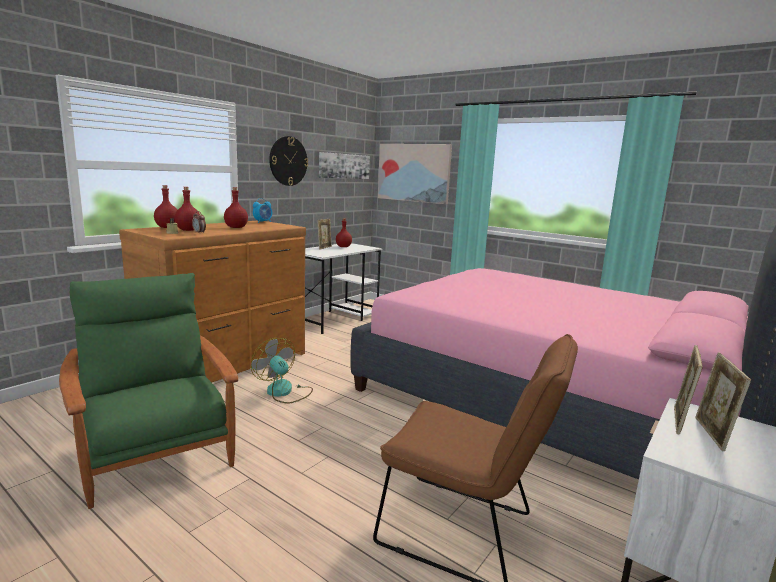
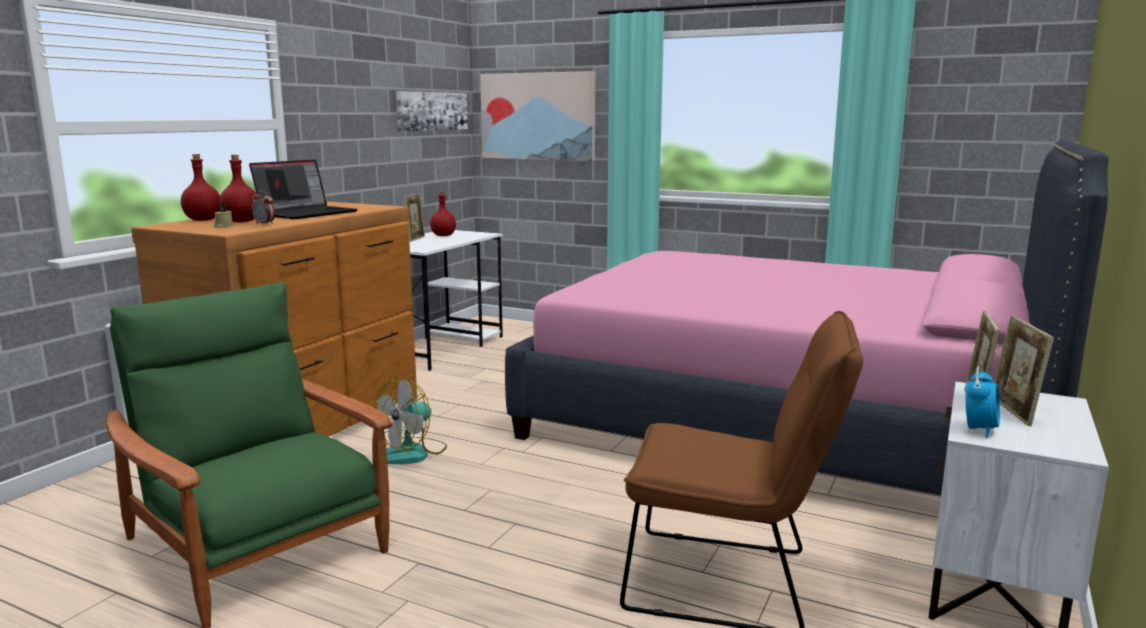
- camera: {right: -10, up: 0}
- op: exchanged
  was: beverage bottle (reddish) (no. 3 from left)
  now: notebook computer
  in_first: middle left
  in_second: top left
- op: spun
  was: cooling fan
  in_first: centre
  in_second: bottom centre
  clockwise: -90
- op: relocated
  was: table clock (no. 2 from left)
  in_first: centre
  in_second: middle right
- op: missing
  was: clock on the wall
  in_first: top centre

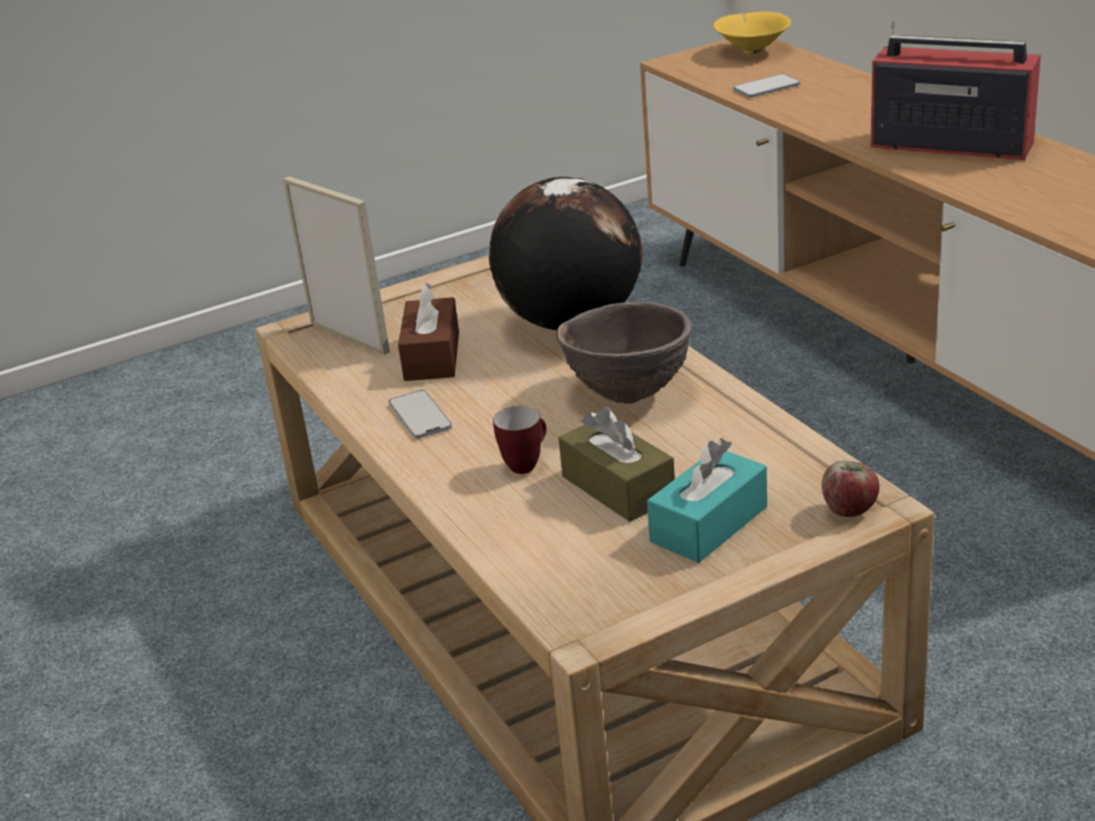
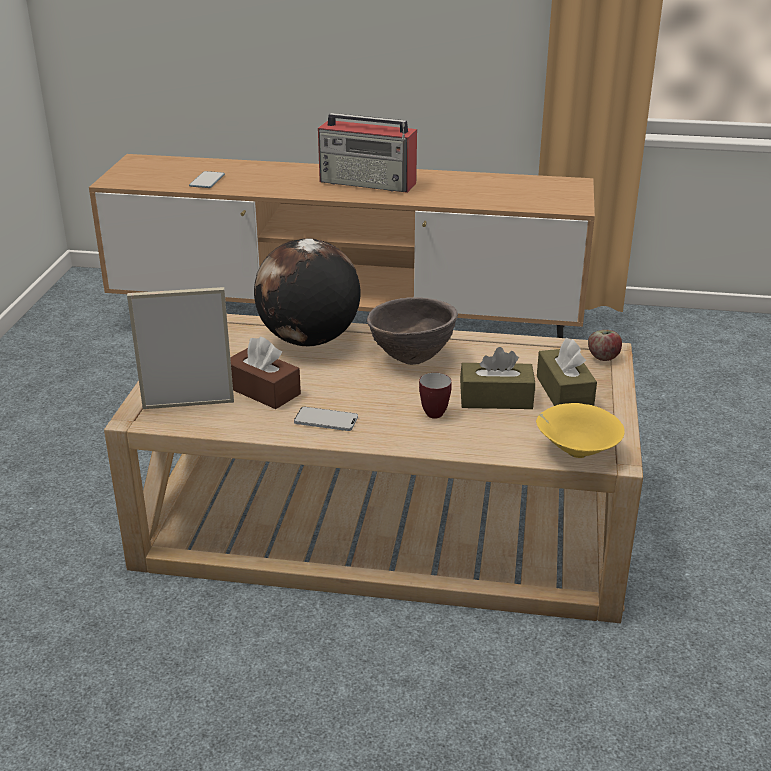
- camera: {right: -55, up: 0}
- op: colour
  was: tissue box (turquoise)
  now: tissue box (brown-coloured) (no. 3 from left)
  in_first: centre
  in_second: middle right
- op: relocated
  was: serving bowl (yellow-coloured)
  in_first: top right
  in_second: middle right
- op: spun
  was: radio receiver
  in_first: top right
  in_second: top centre
  clockwise: -135

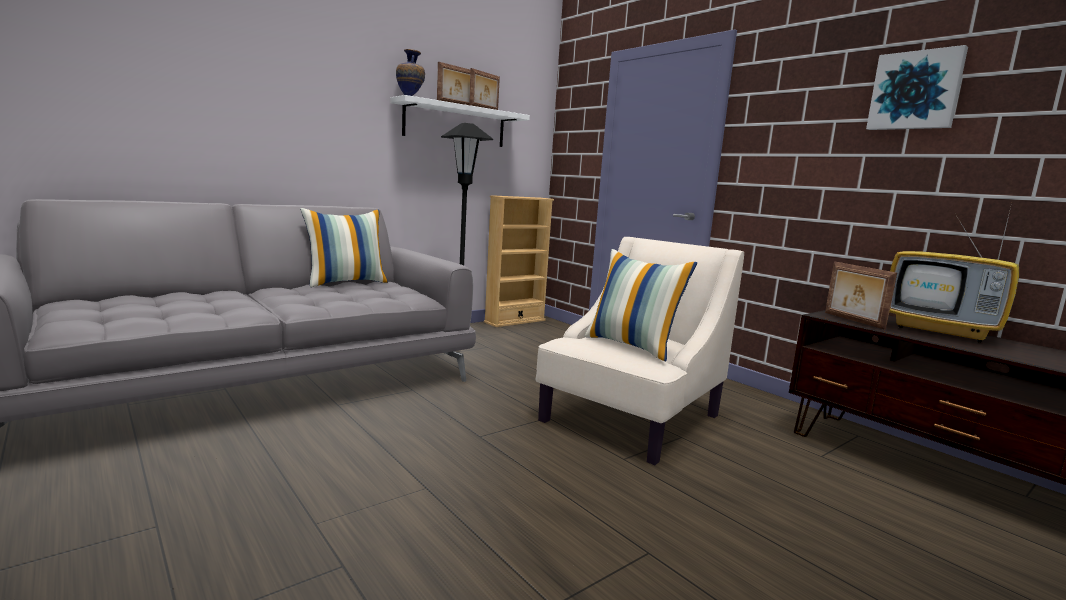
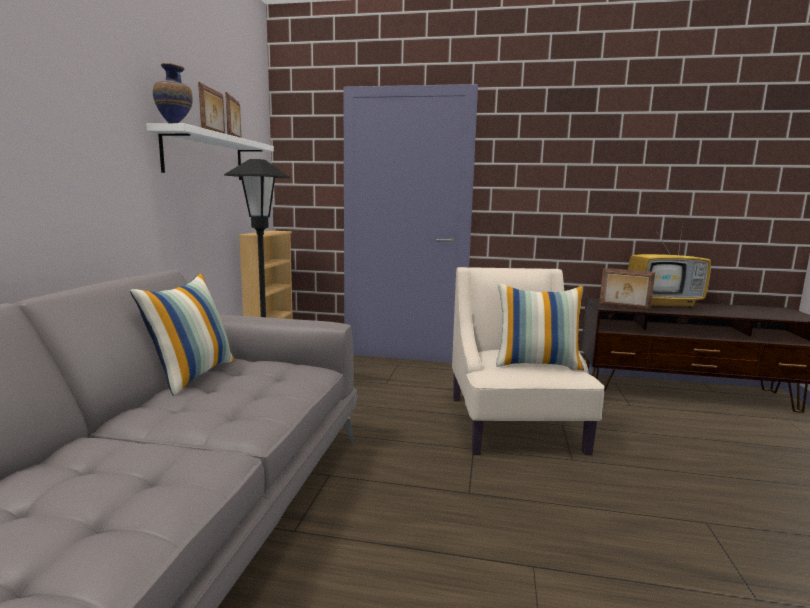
- camera: {right: -40, up: 0}
- op: missing
  was: wall picture
  in_first: top right

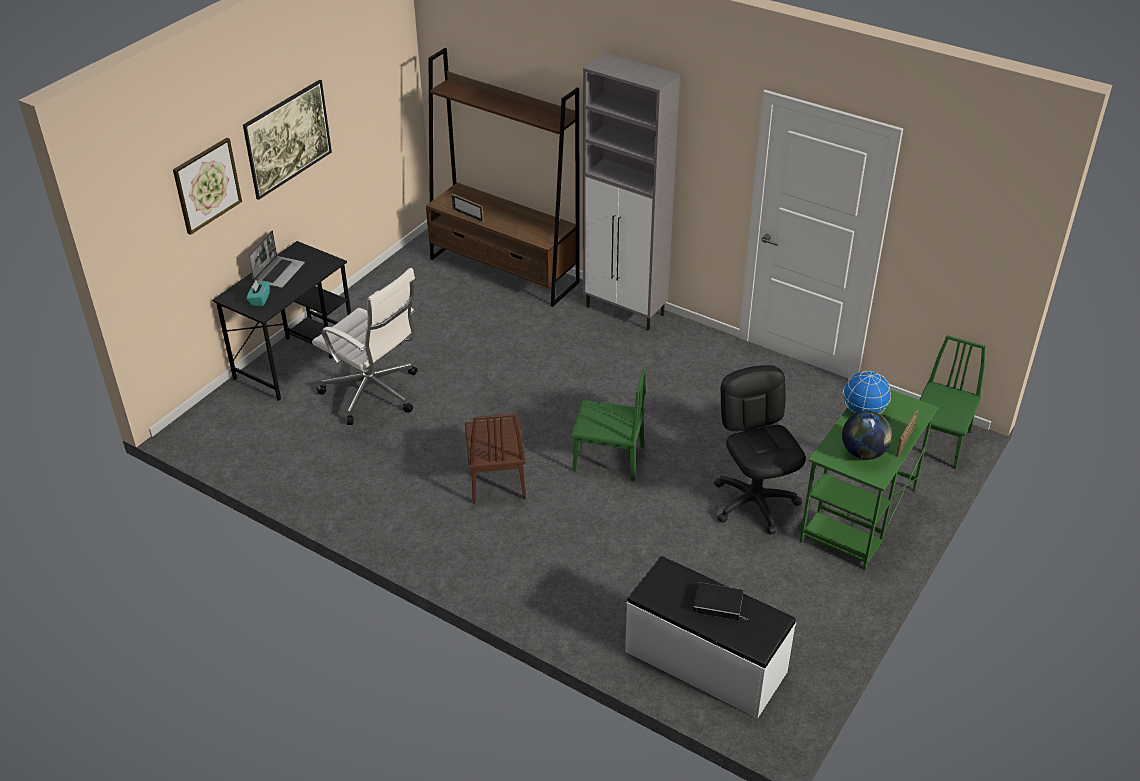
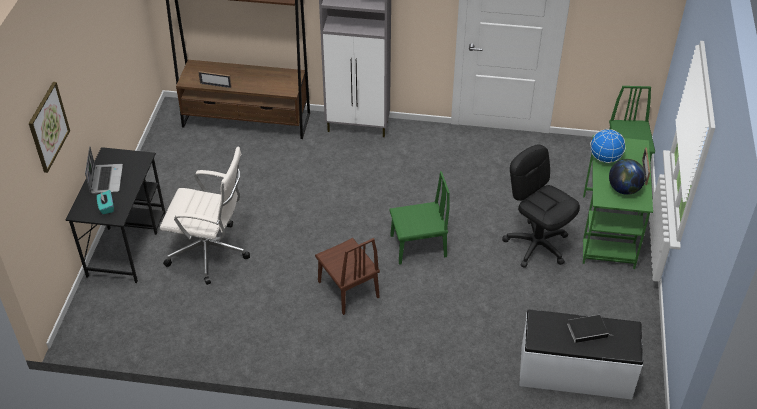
- camera: {right: -25, up: 5}
- op: missing
  was: wall picture (no. 2 from left)
  in_first: top left

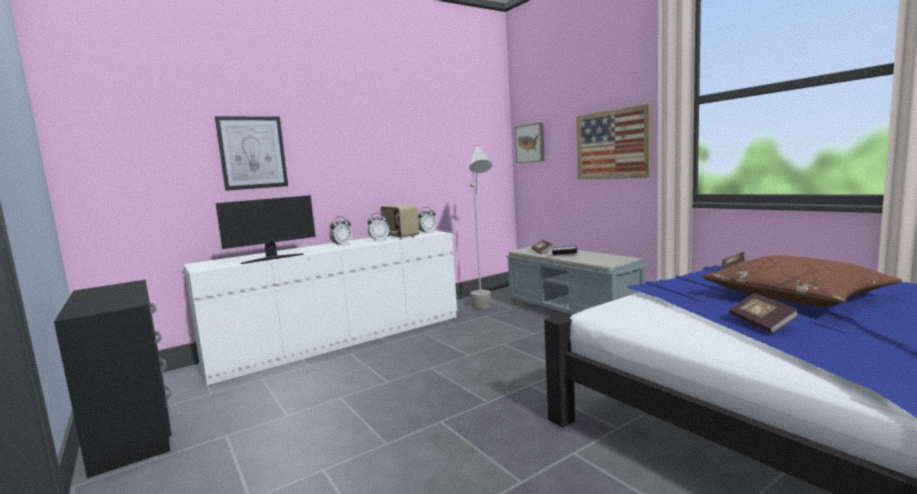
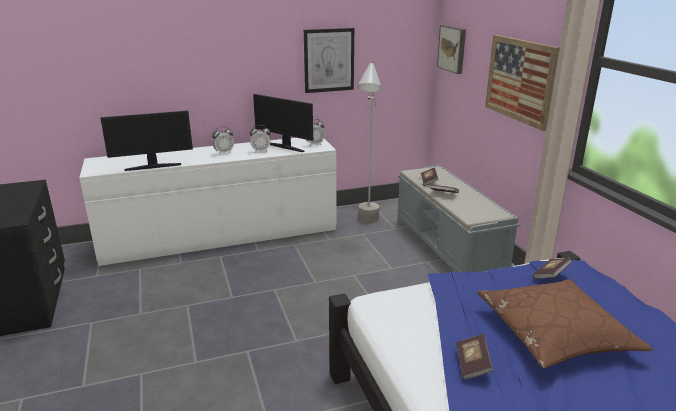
- camera: {right: 15, up: 15}
- op: relocated
  was: wall picture (no. 1 from left)
  in_first: top left
  in_second: top centre
- op: exchanged
  was: radio receiver
  now: computer display (no. 2 from left)
  in_first: centre
  in_second: top centre

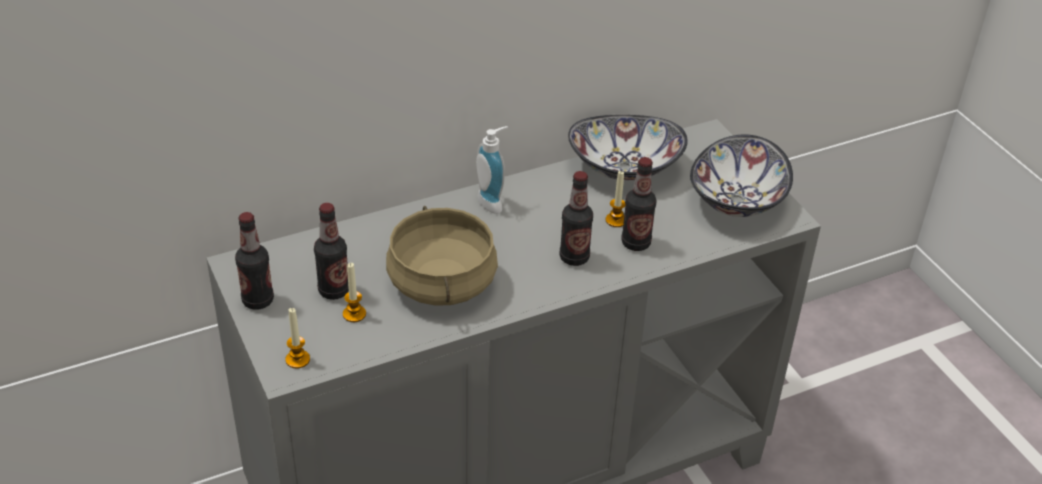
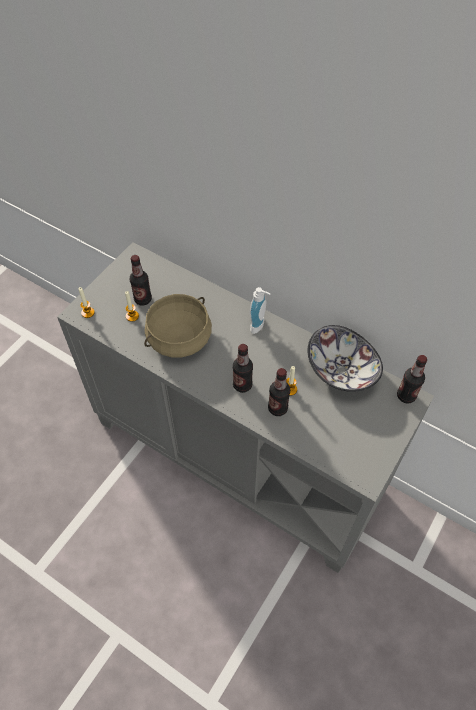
- camera: {right: 60, up: 15}
- op: relocated
  was: beverage bottle (no. 1 from left in the first image)
  now: beverage bottle (no. 4 from left)
  in_first: middle left
  in_second: middle right
- op: missing
  was: serving bowl (no. 2 from left)
  in_first: middle right

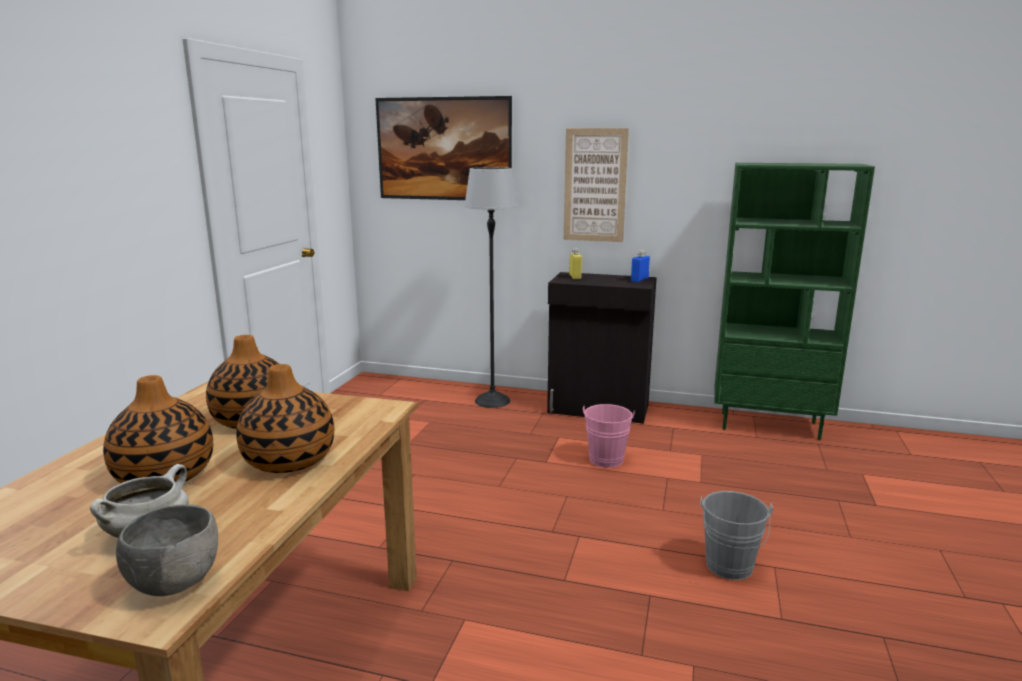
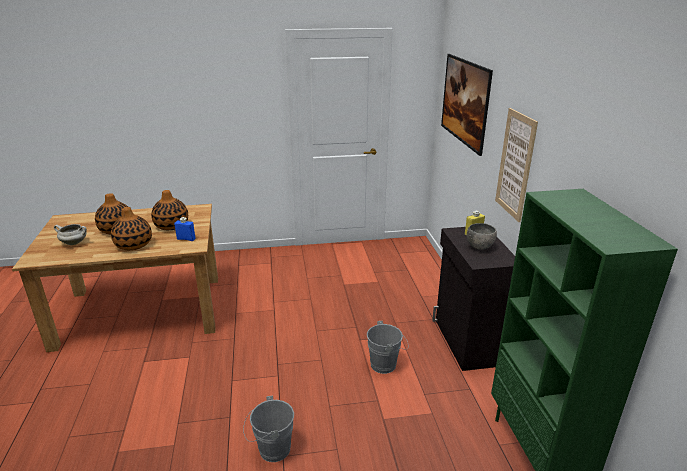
- camera: {right: 65, up: 10}
- op: relocated
  was: serving bowl (greyish)
  in_first: bottom left
  in_second: middle right
- op: missing
  was: standard lamp
  in_first: centre
- op: colour
  was: bucket (pink)
  now: bucket (greyish) (no. 2 from left)
  in_first: centre
  in_second: bottom centre
- op: relocated
  was: beverage bottle (blue-coloured)
  in_first: centre
  in_second: middle left

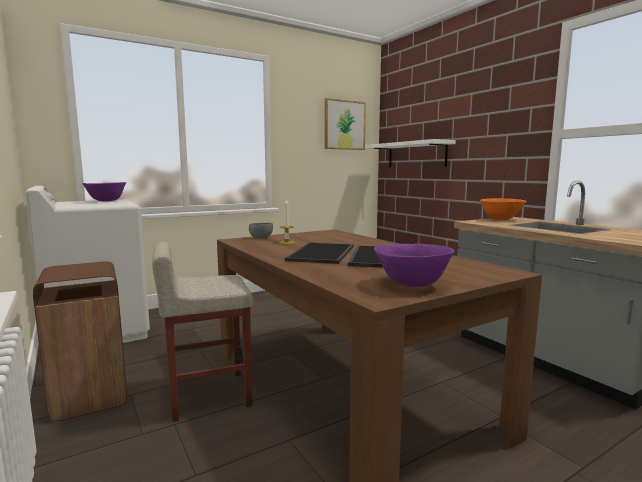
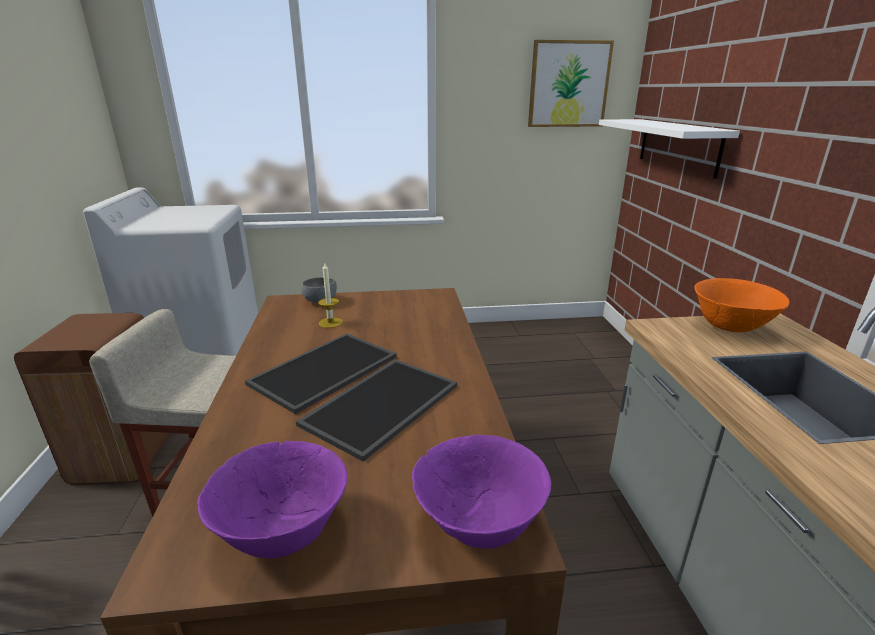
- camera: {right: 25, up: 15}
- op: relocated
  was: serving bowl (purplish) (no. 1 from left in the first image)
  now: serving bowl (purplish) (no. 2 from left)
  in_first: middle left
  in_second: bottom centre

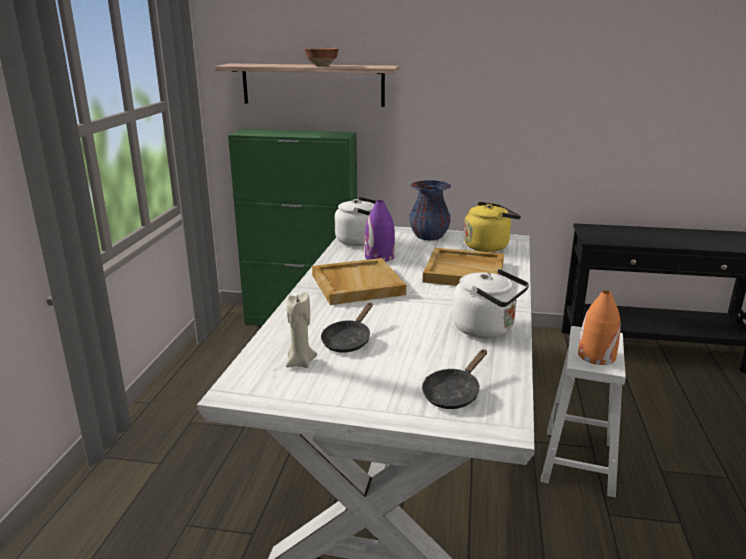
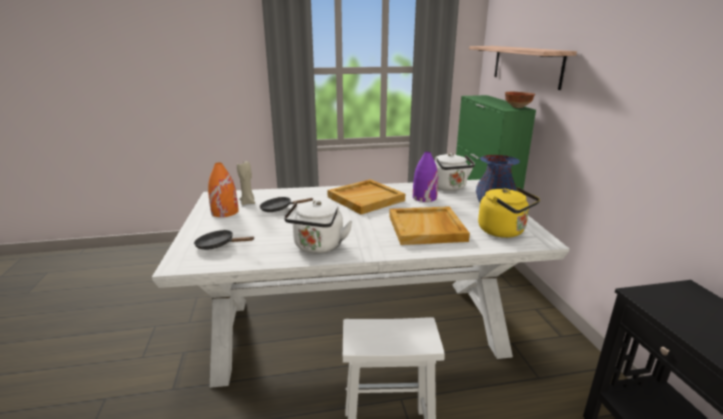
- camera: {right: 70, up: 0}
- op: relocated
  was: serving bowl
  in_first: top centre
  in_second: top right
- op: relocated
  was: flower vase (orange)
  in_first: middle right
  in_second: middle left

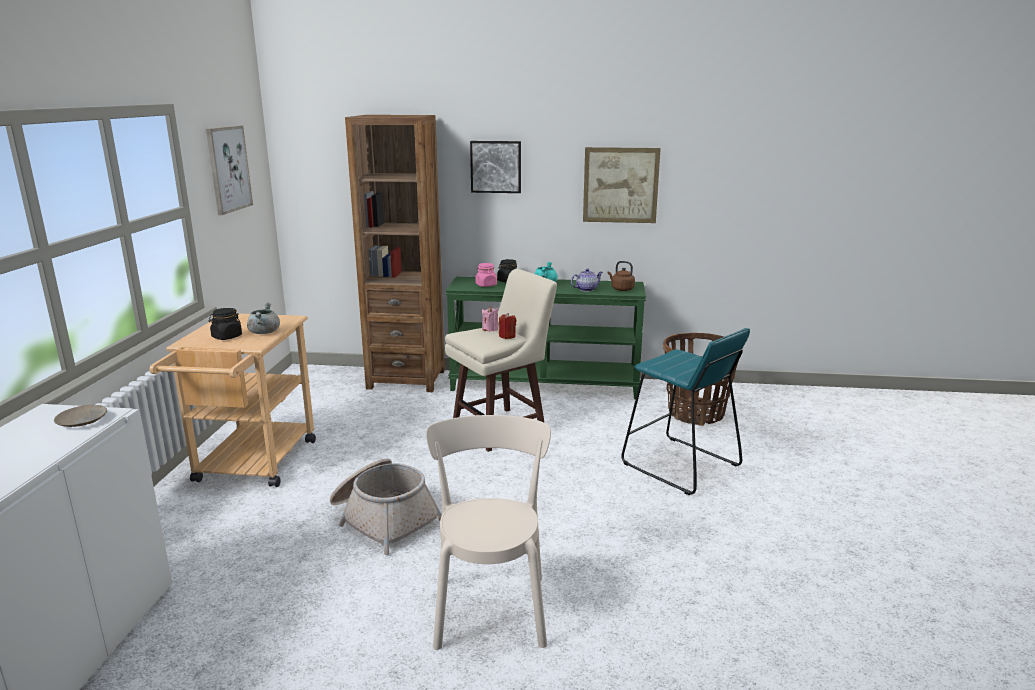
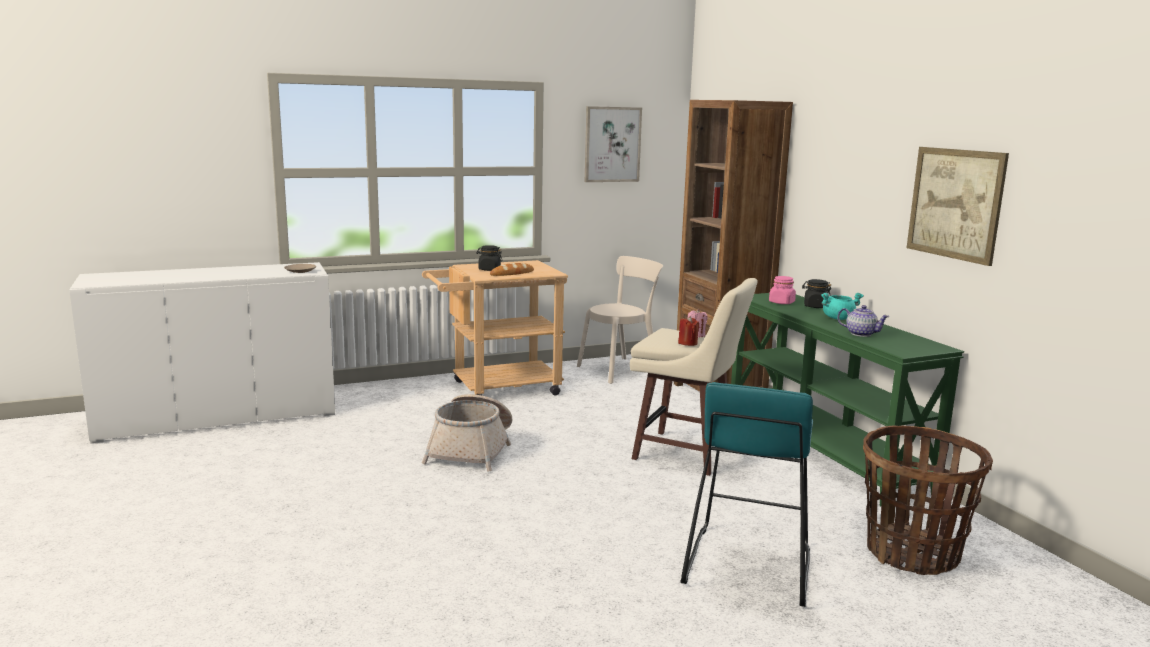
- camera: {right: 60, up: -5}
- op: exchanged
  was: saucepot (greyish)
  now: baked bread
  in_first: middle left
  in_second: centre
- op: relocated
  was: plain chair (beige)
  in_first: bottom centre
  in_second: centre
- op: missing
  was: wall picture (no. 2 from left)
  in_first: top centre
- op: missing
  was: water kettle (brown-coloured)
  in_first: centre

